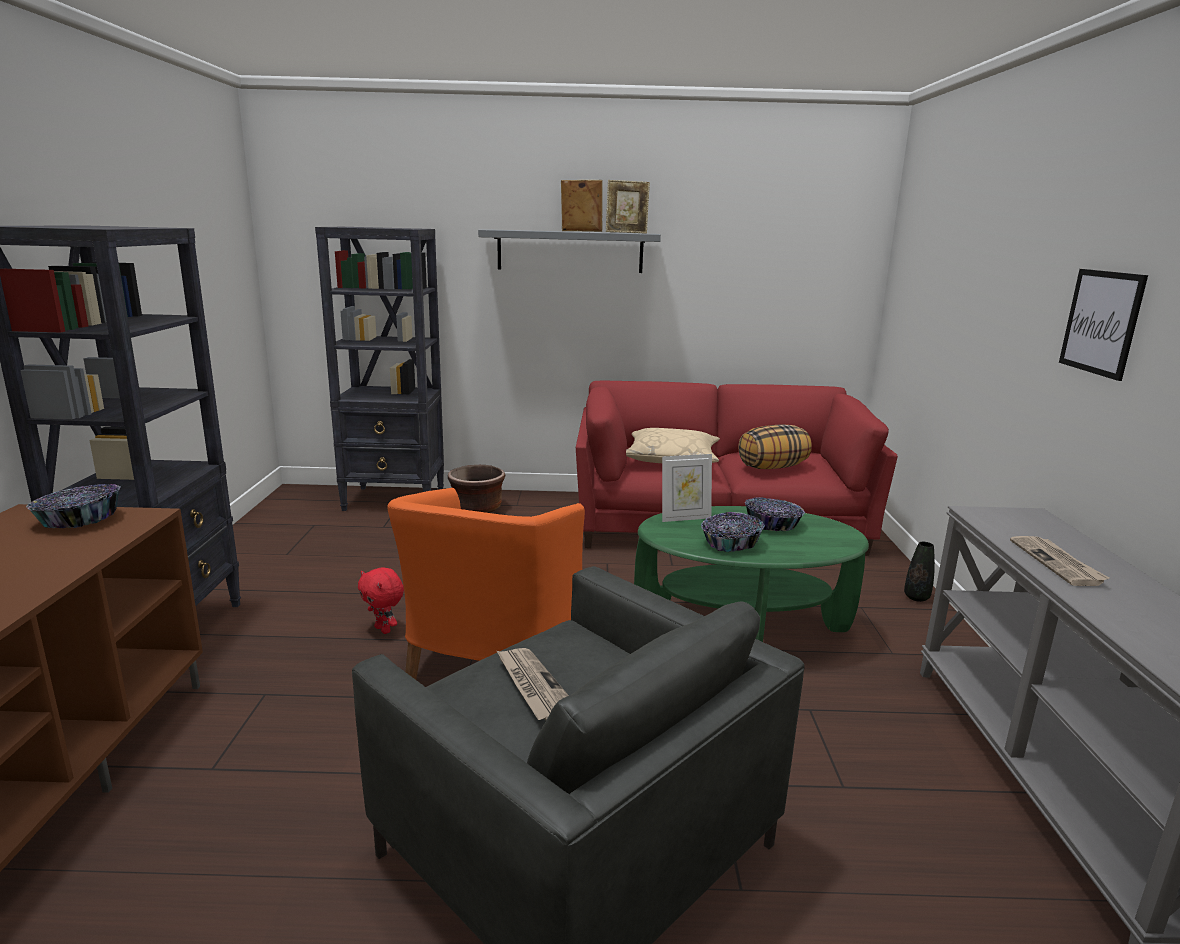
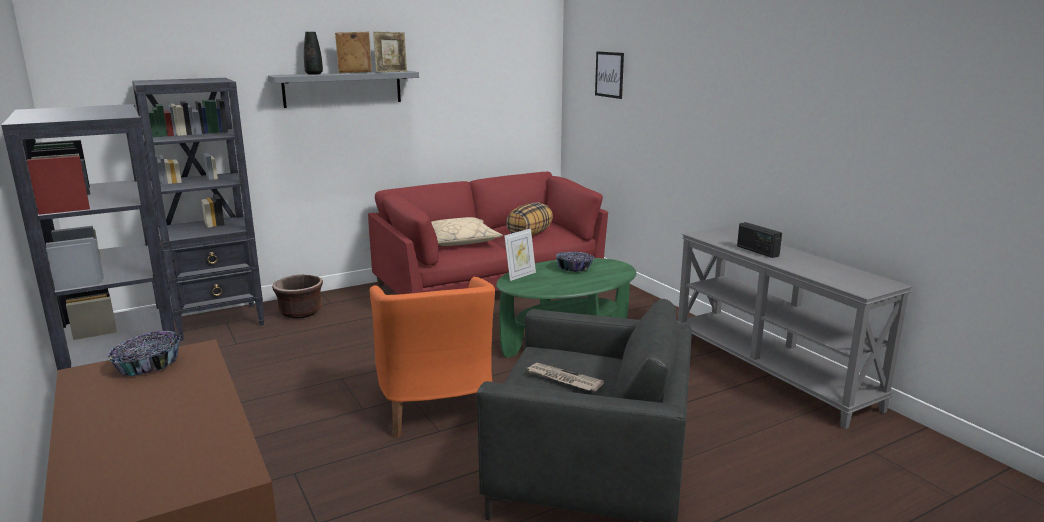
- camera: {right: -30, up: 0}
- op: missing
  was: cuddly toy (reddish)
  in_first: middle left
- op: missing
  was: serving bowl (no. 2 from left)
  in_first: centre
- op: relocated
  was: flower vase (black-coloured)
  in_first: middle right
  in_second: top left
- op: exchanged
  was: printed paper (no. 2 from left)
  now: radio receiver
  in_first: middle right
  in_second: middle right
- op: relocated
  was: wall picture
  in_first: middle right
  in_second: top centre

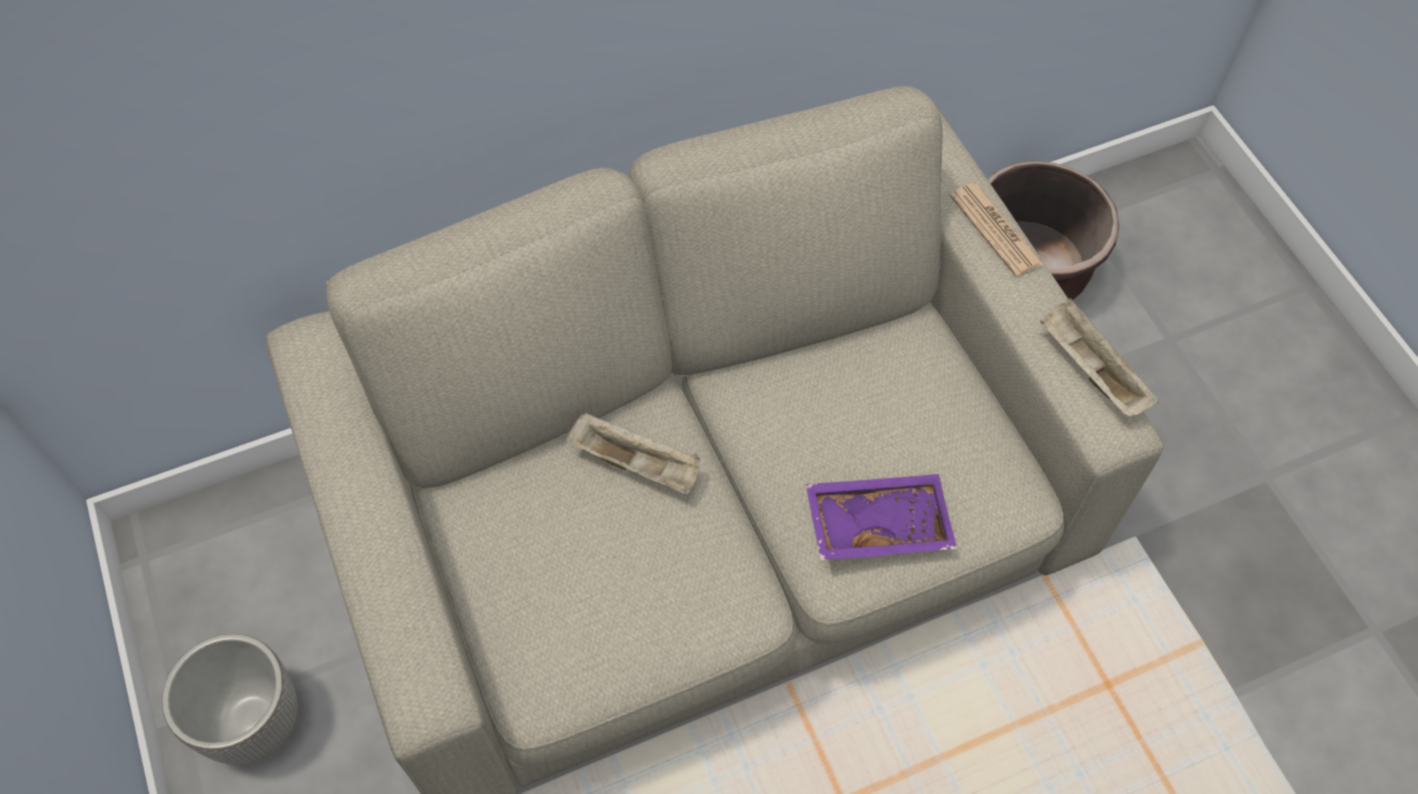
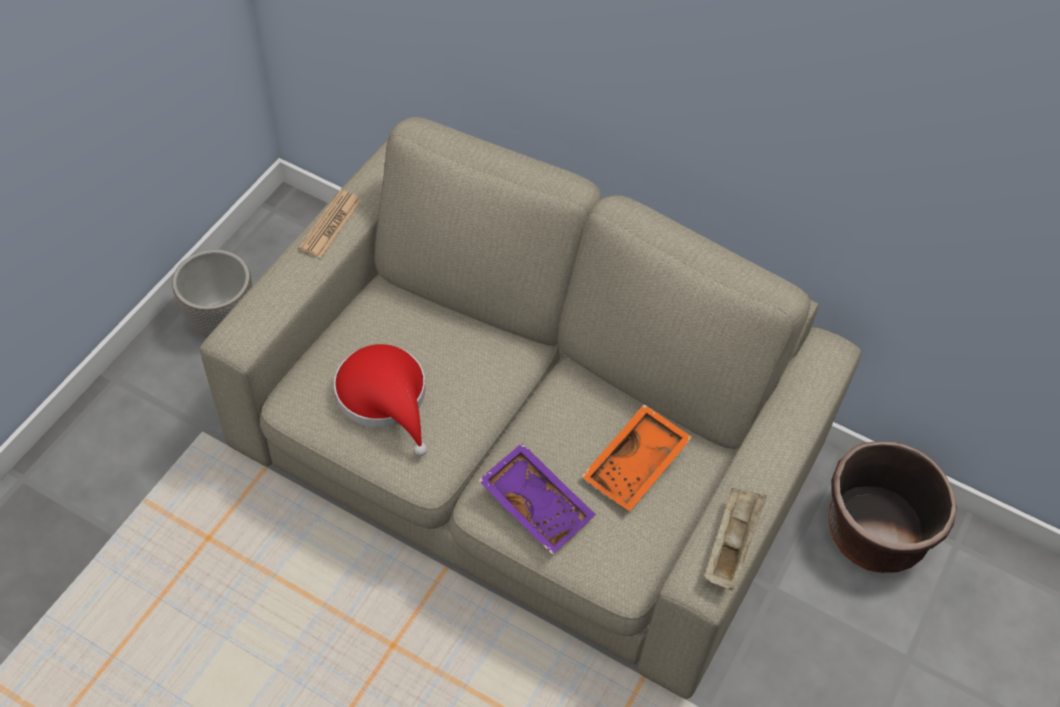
- camera: {right: 50, up: -5}
- op: missing
  was: carrying tray (beige) (no. 1 from left)
  in_first: centre
- op: relocated
  was: printed paper
  in_first: top right
  in_second: top left
- op: appeared
  now: clothing hat (reddish)
  in_second: centre
- op: appeared
  now: carrying tray (orange)
  in_second: centre

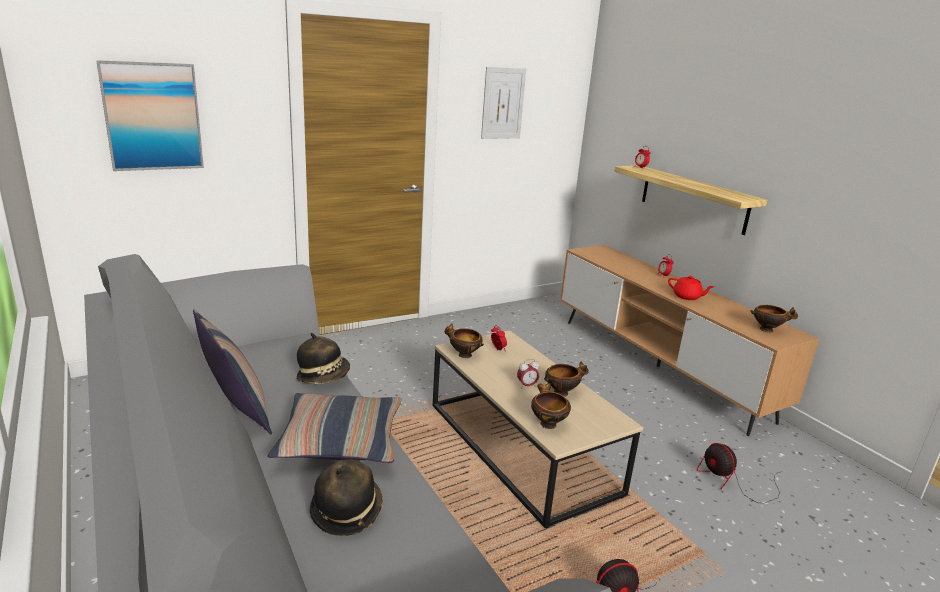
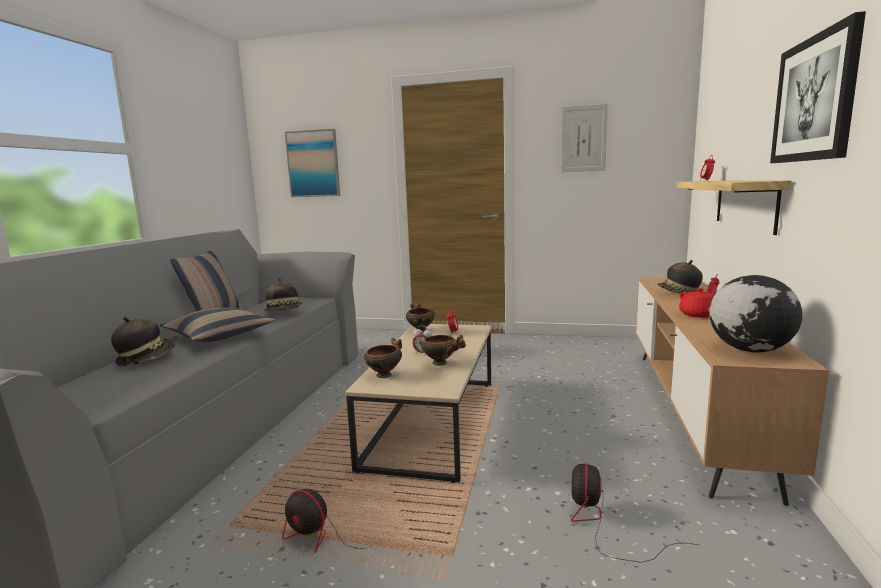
- camera: {right: 45, up: -10}
- op: exchanged
  was: serving bowl (no. 4 from left)
  now: world globe
  in_first: middle right
  in_second: middle right
- op: appeared
  now: clothing hat (no. 3 from left)
  in_second: middle right
- op: appeared
  now: wall picture (no. 3 from left)
  in_second: top right

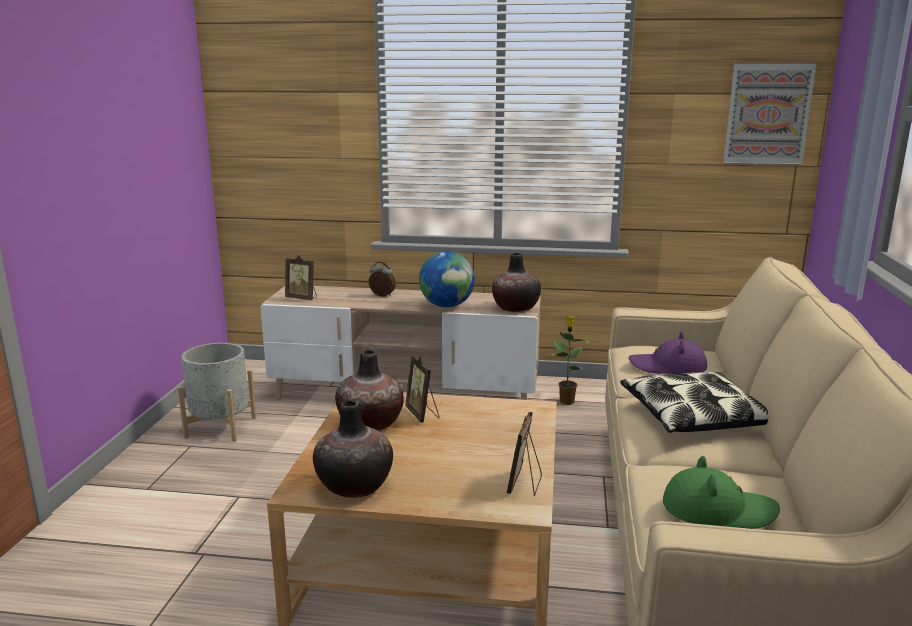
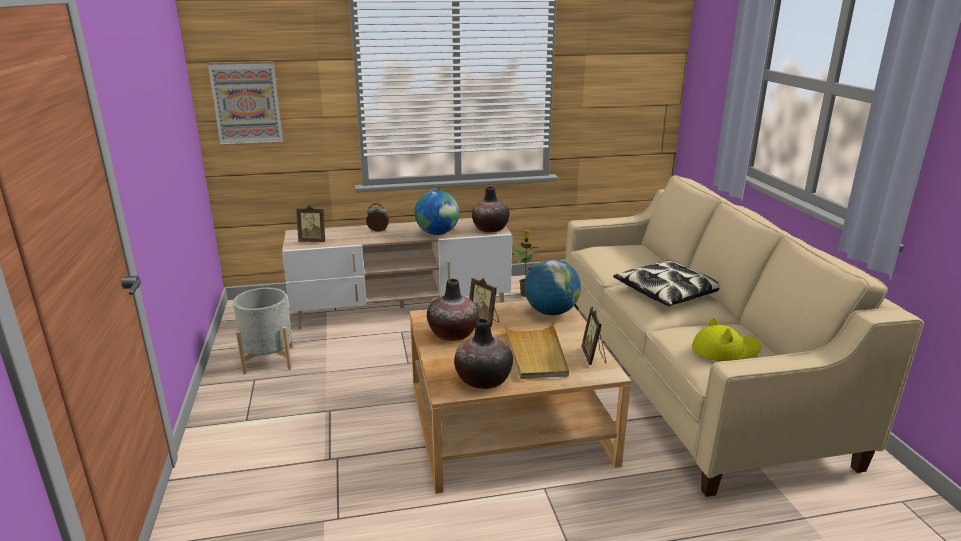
- camera: {right: -20, up: 5}
- op: missing
  was: clothing hat (purplish)
  in_first: middle right
- op: colour
  was: clothing hat (green)
  now: clothing hat (yellow-coloured)
  in_first: bottom right
  in_second: middle right
- op: relocated
  was: wall picture
  in_first: top right
  in_second: top left
- op: appeared
  now: carrying tray (beige)
  in_second: centre
- op: appeared
  now: world globe (no. 2 from left)
  in_second: centre

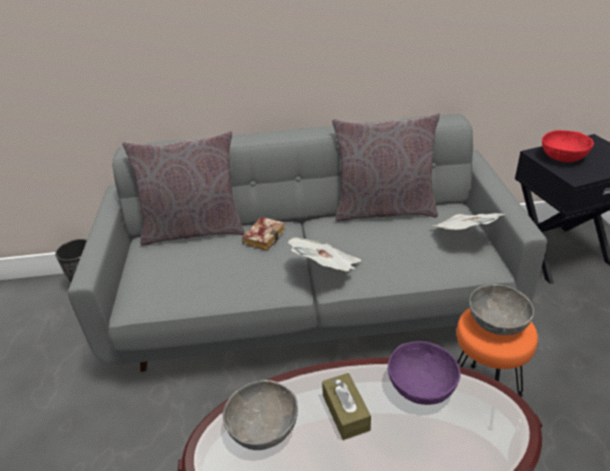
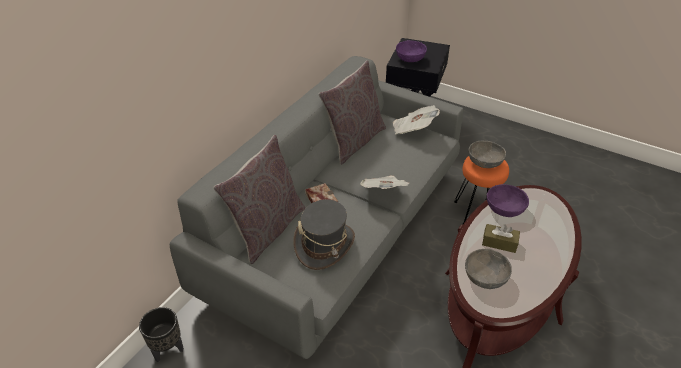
- camera: {right: -55, up: 5}
- op: colour
  was: serving bowl (reddish)
  now: serving bowl (purplish) (no. 1 from left)
  in_first: top right
  in_second: top centre
- op: appeared
  now: clothing hat (greyish)
  in_second: centre

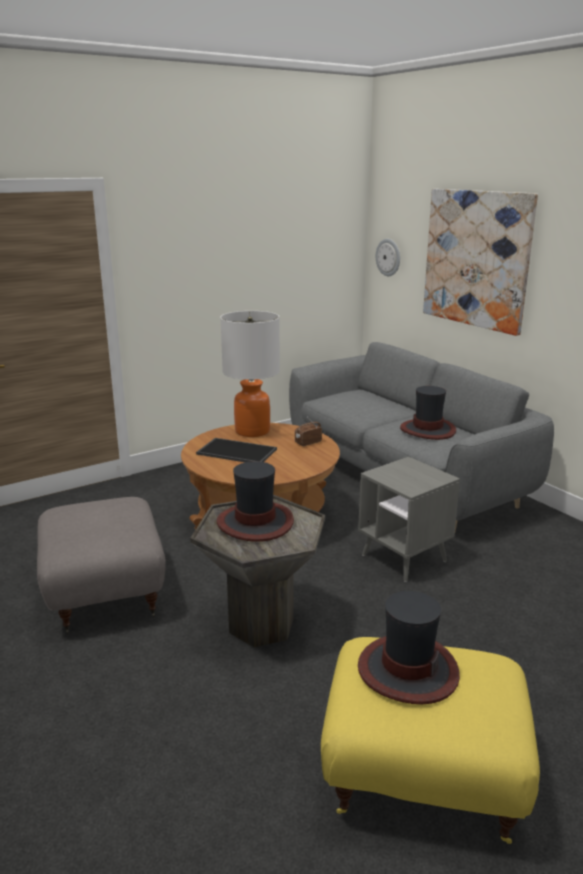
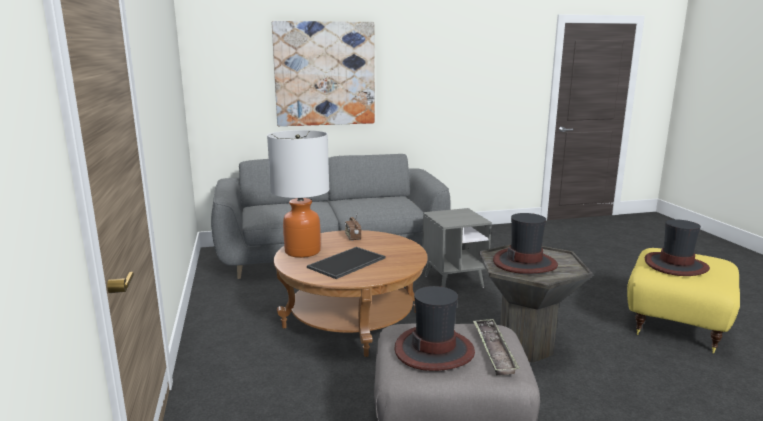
- camera: {right: -70, up: -5}
- op: missing
  was: clock on the wall
  in_first: top centre
- op: relocated
  was: clothing hat (no. 3 from left in the first image)
  now: clothing hat (no. 1 from left)
  in_first: middle right
  in_second: bottom centre
- op: appeared
  now: carrying tray (no. 2 from left)
  in_second: bottom centre

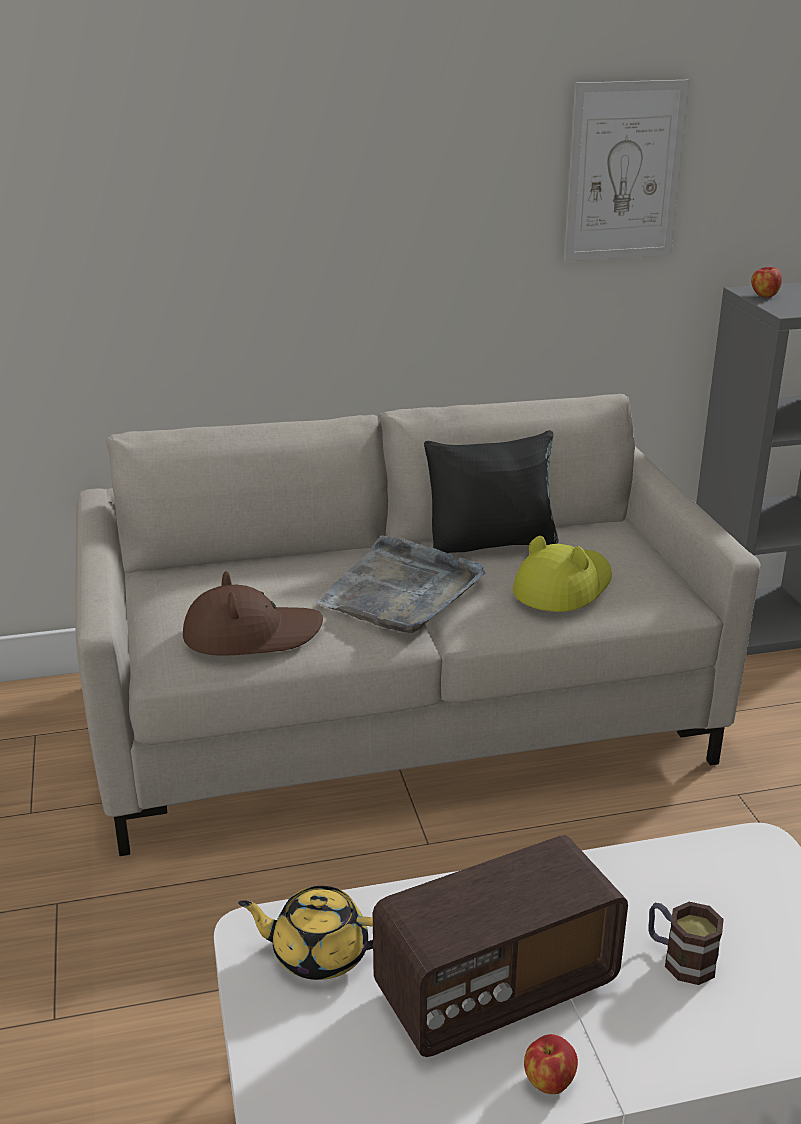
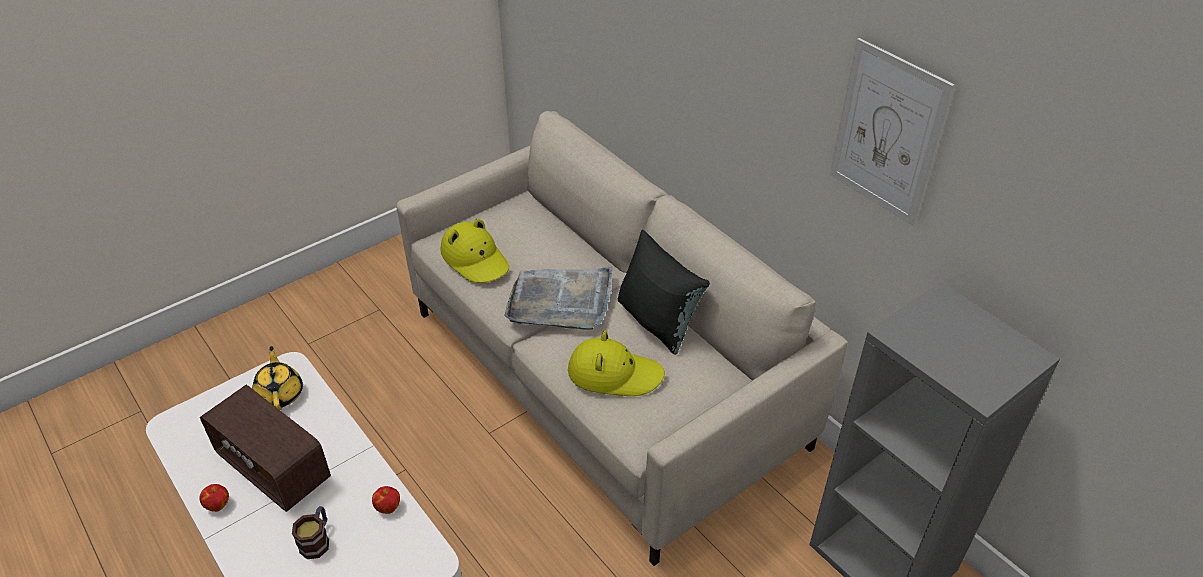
- camera: {right: 65, up: 15}
- op: colour
  was: clothing hat (brown-coloured)
  now: clothing hat (yellow-coloured) (no. 1 from left)
  in_first: middle left
  in_second: centre
- op: relocated
  was: apple (no. 2 from left)
  in_first: top right
  in_second: bottom left

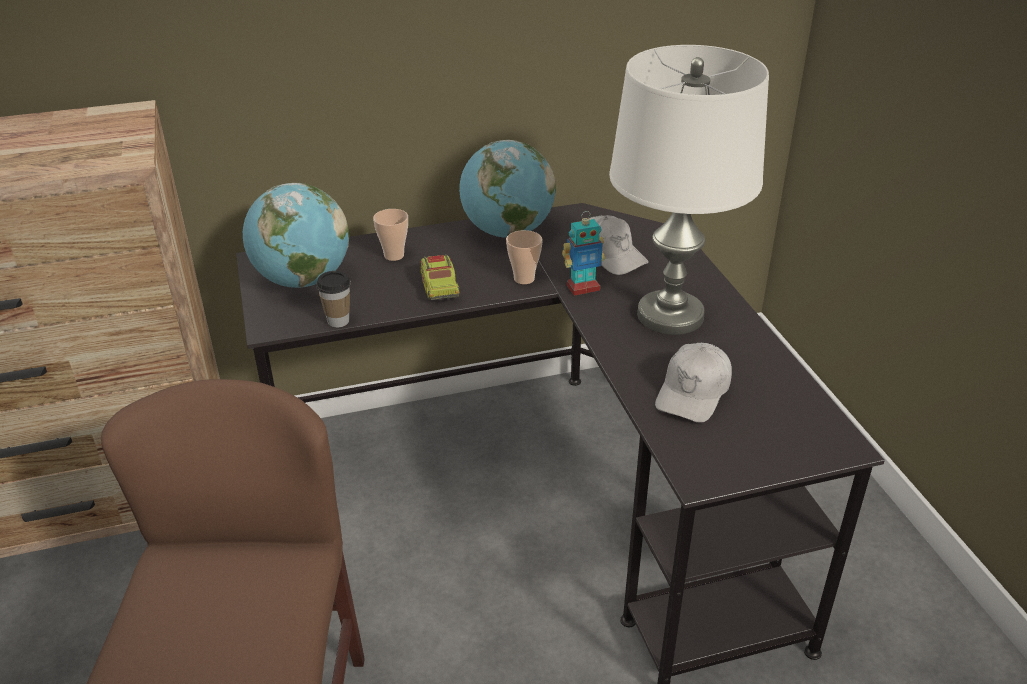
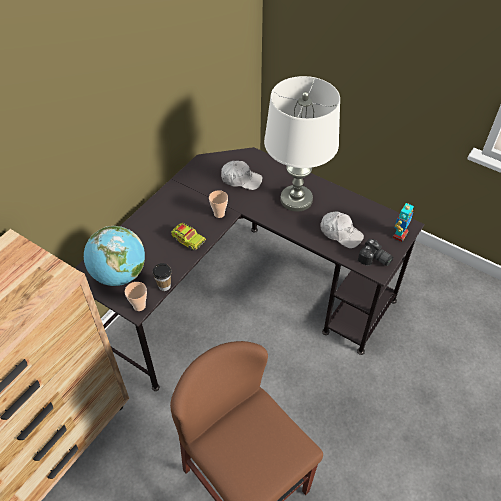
- camera: {right: -40, up: 15}
- op: relocated
  was: small cup (no. 2 from left in the first image)
  now: small cup (no. 1 from left)
  in_first: centre
  in_second: middle left
- op: missing
  was: world globe (no. 2 from left)
  in_first: top centre
- op: relocated
  was: model robot
  in_first: centre
  in_second: middle right
- op: spun
  was: peaked cap (white-coloured) (no. 2 from left)
  in_first: middle right
  in_second: middle right
  clockwise: -45
- op: appeared
  now: still camera
  in_second: middle right

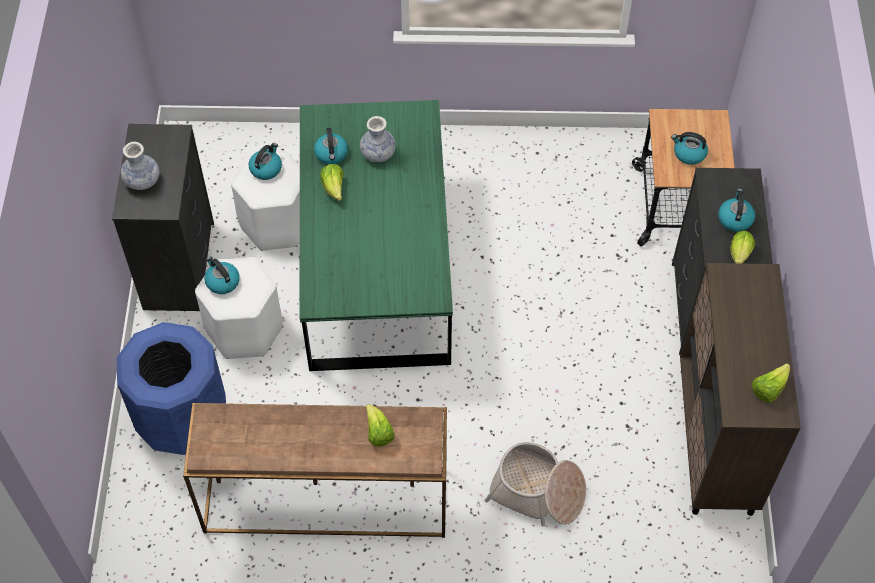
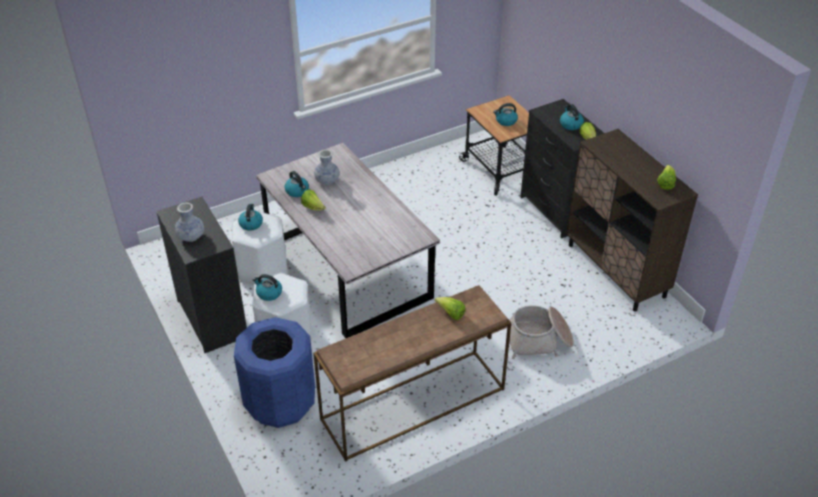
- camera: {right: -30, up: -15}
- op: colour
  was: dining table (green)
  now: dining table (greyish)
  in_first: centre
  in_second: centre

